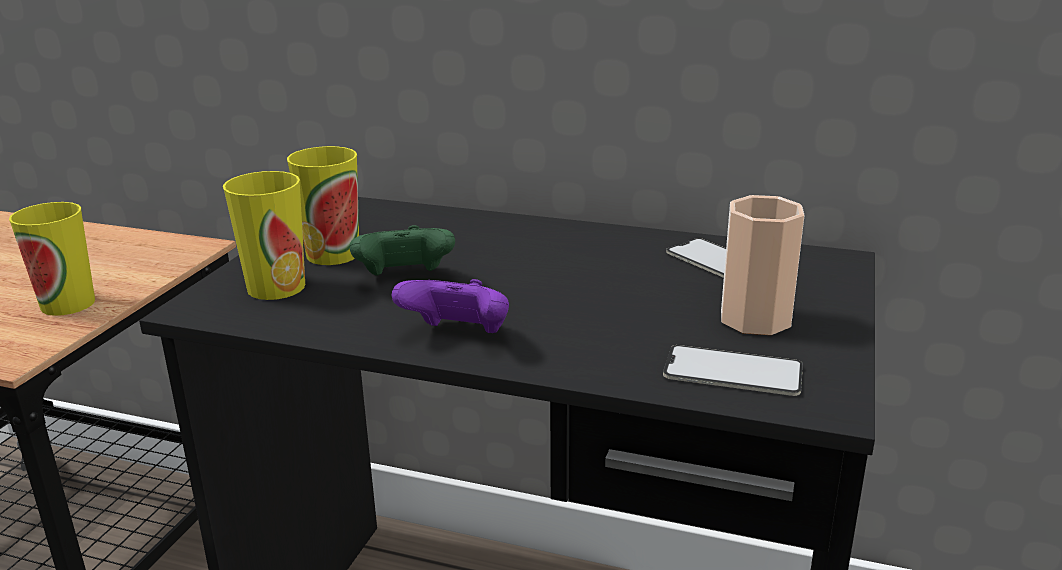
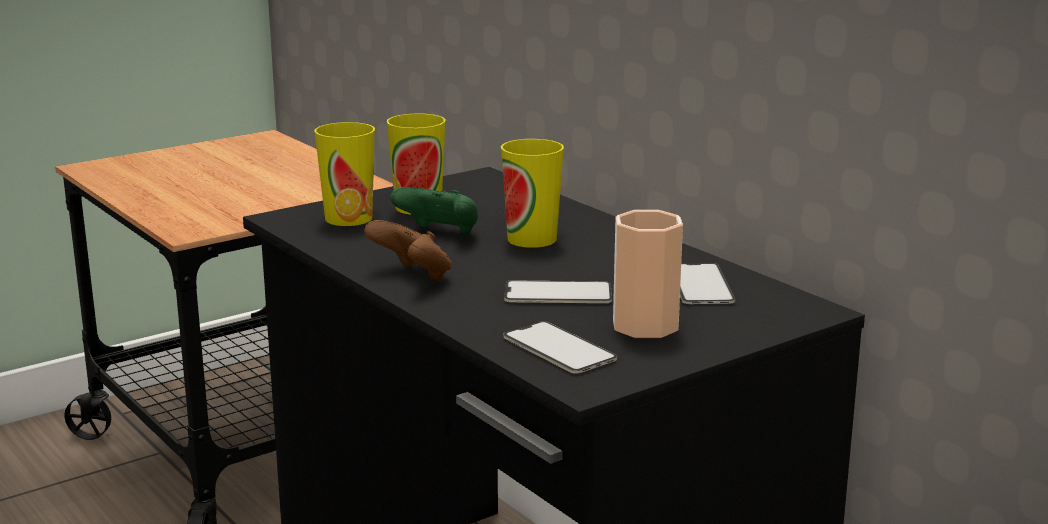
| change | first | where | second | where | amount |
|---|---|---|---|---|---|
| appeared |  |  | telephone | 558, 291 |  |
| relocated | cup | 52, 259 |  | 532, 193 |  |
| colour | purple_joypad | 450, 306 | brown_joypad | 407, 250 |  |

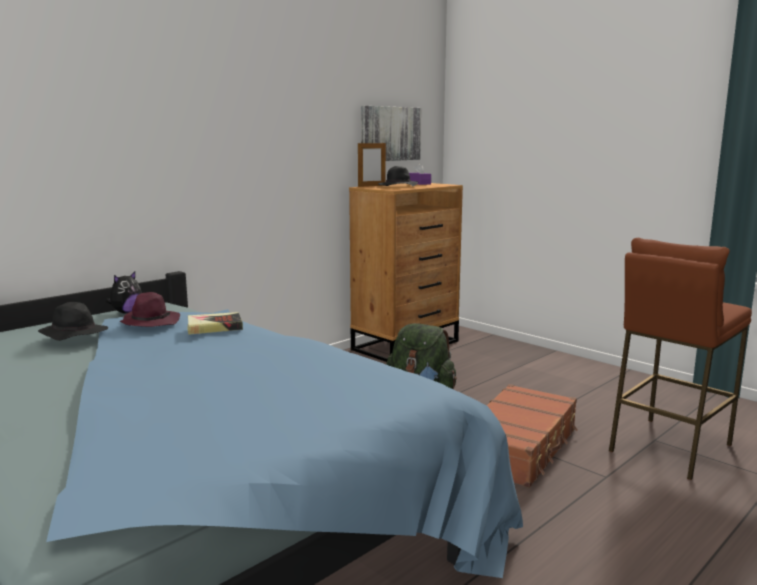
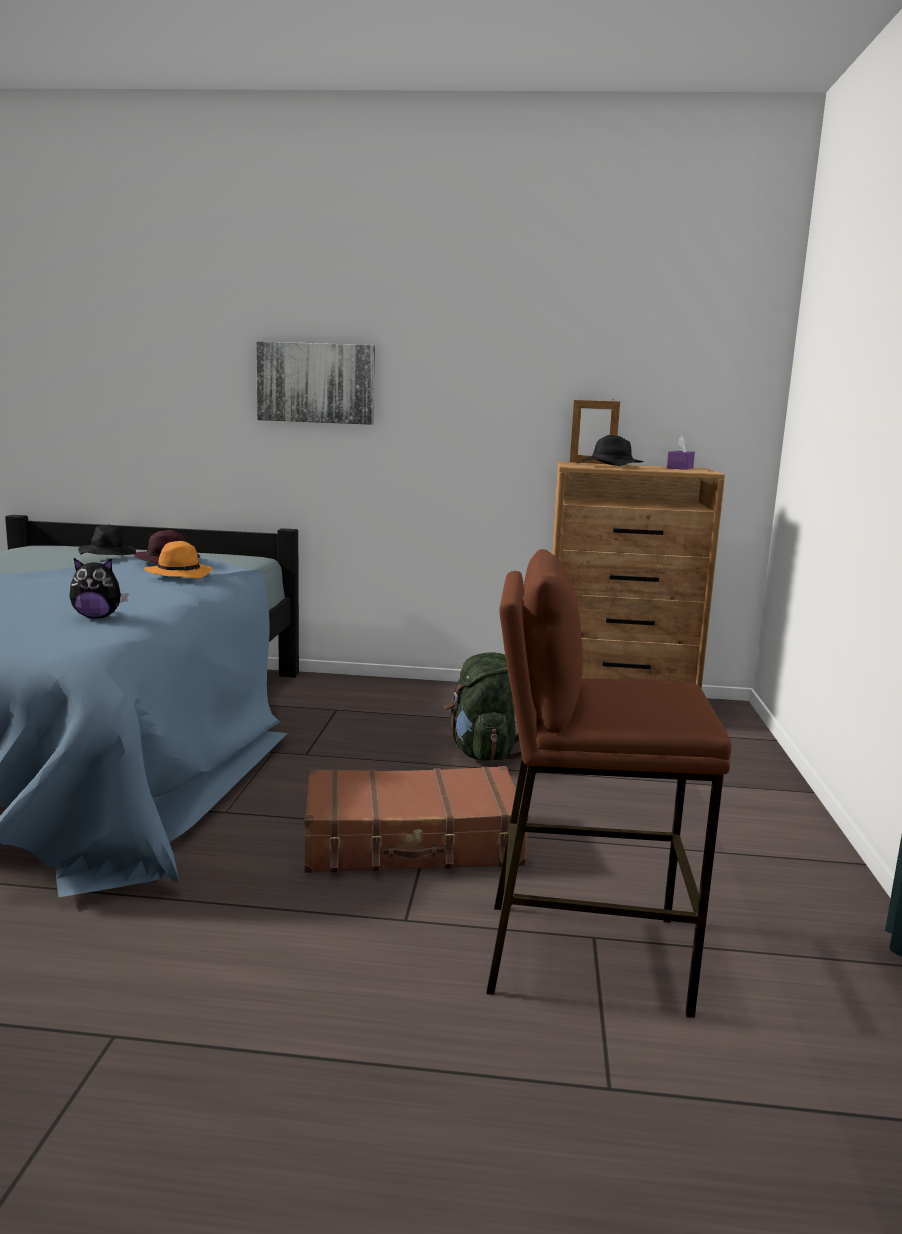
| change | first | where | second | where | amount |
|---|---|---|---|---|---|
| relocated | plush_toy | 124, 292 |  | 98, 588 |  |
| relocated | picture | 391, 133 |  | 315, 383 |  |
| exchanged | book | 215, 323 | orangey_clothing_hat | 178, 560 |  |

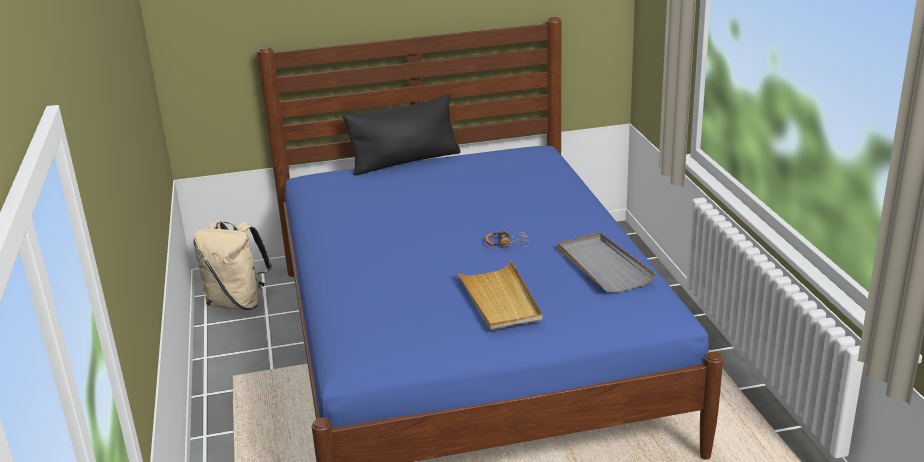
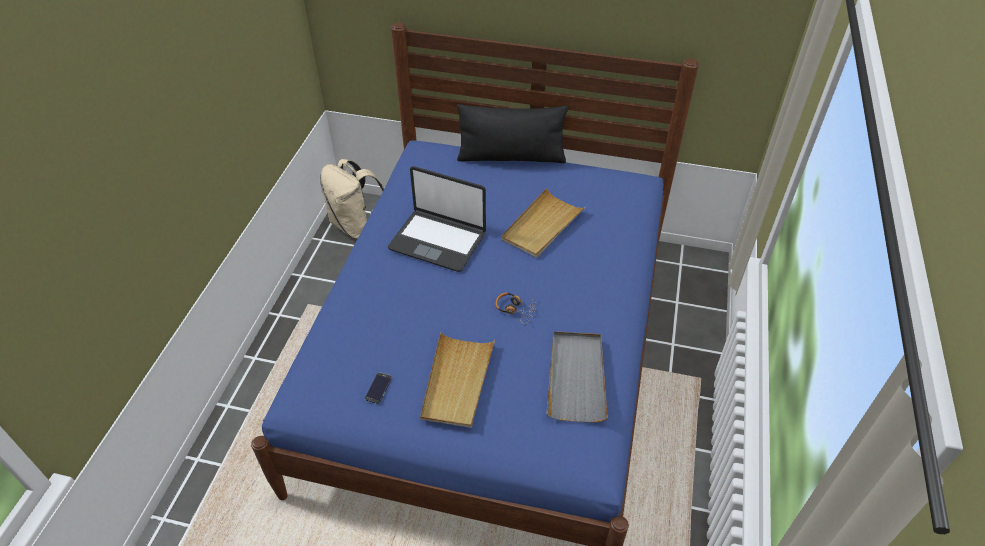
| change | first | where | second | where | amount |
|---|---|---|---|---|---|
| appeared |  |  | telephone | 378, 388 |  |
| appeared |  |  | portable_computer | 437, 219 |  |
| appeared |  |  | sand-coloured_serving_tray | 543, 223 |  |

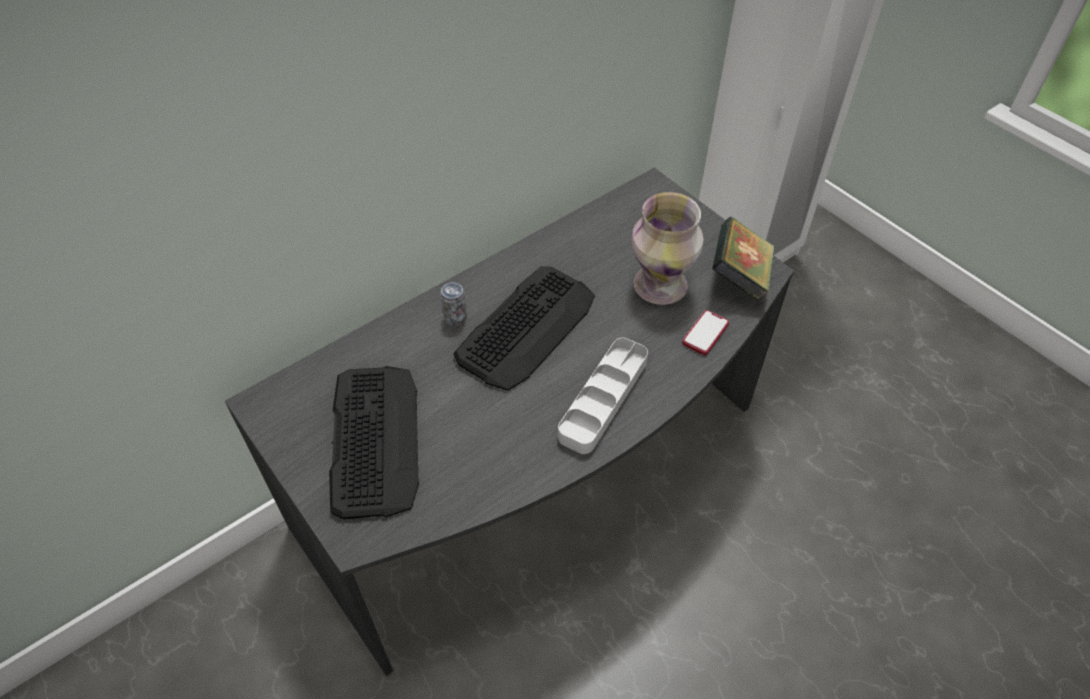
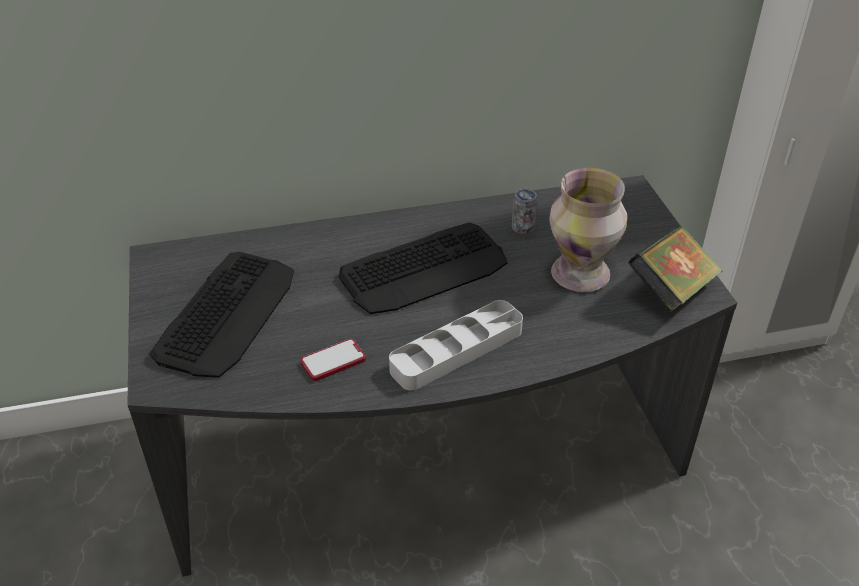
| change | first | where | second | where | amount |
|---|---|---|---|---|---|
| relocated | sealed_can | 454, 304 |  | 525, 211 |  |
| relocated | telephone | 705, 332 |  | 333, 360 |  |

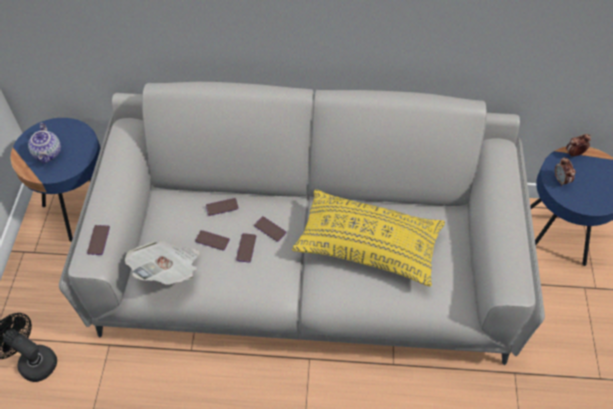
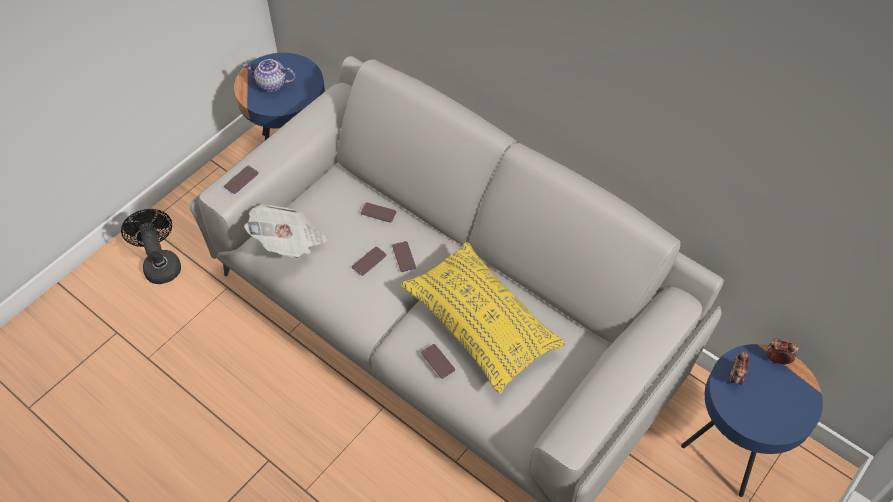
| change | first | where | second | where | amount |
|---|---|---|---|---|---|
| relocated | telephone | 212, 240 |  | 438, 361 |  |
| spun | teapot | 44, 143 |  | 269, 75 | 75 degrees clockwise |

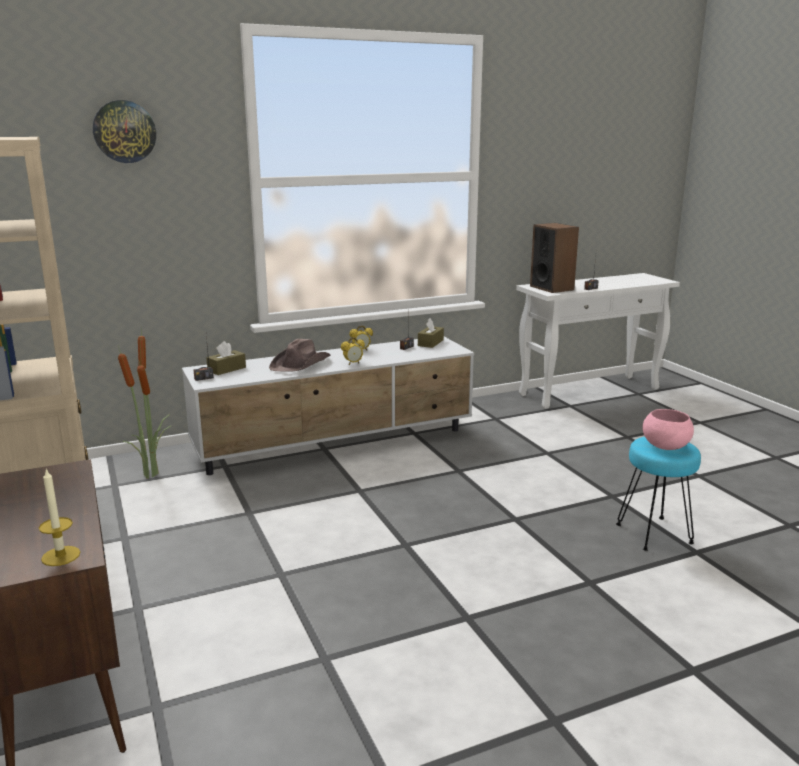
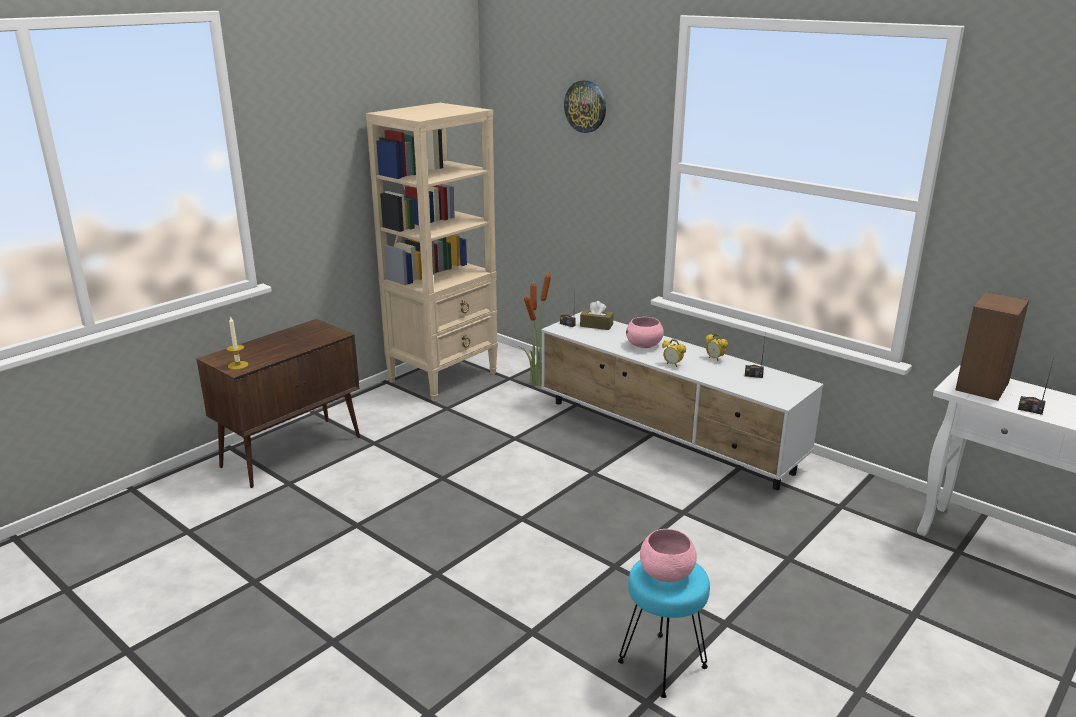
| change | first | where | second | where | amount |
|---|---|---|---|---|---|
| missing | brown_box_of_tissues | 431, 333 |  |  |  |
| exchanged | brown_clothing_hat | 299, 355 | pinkish_bowl | 645, 332 |  |

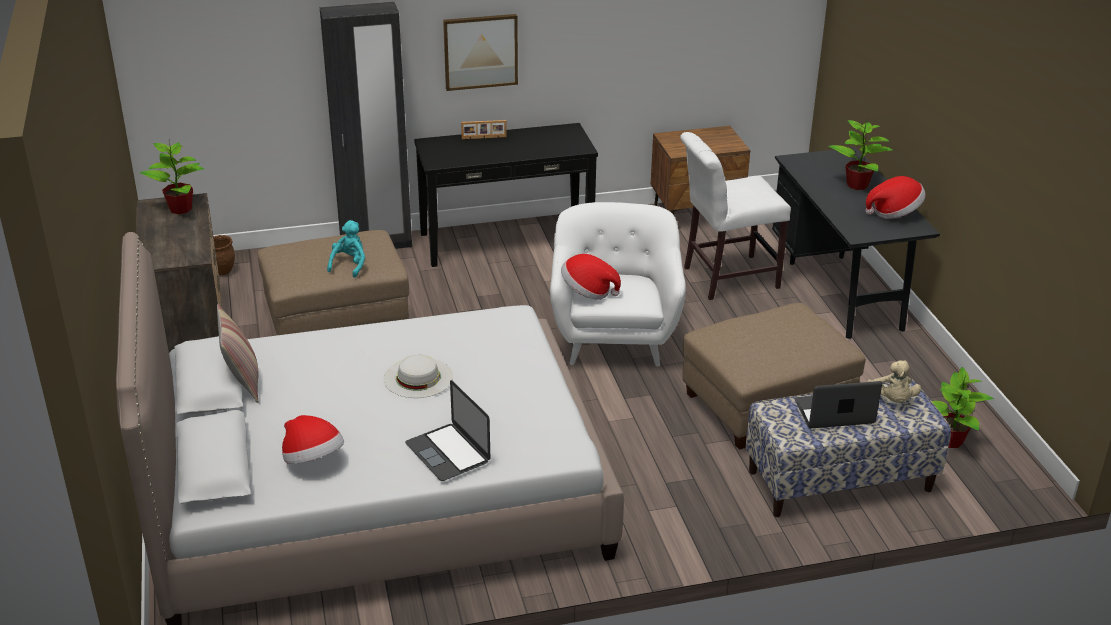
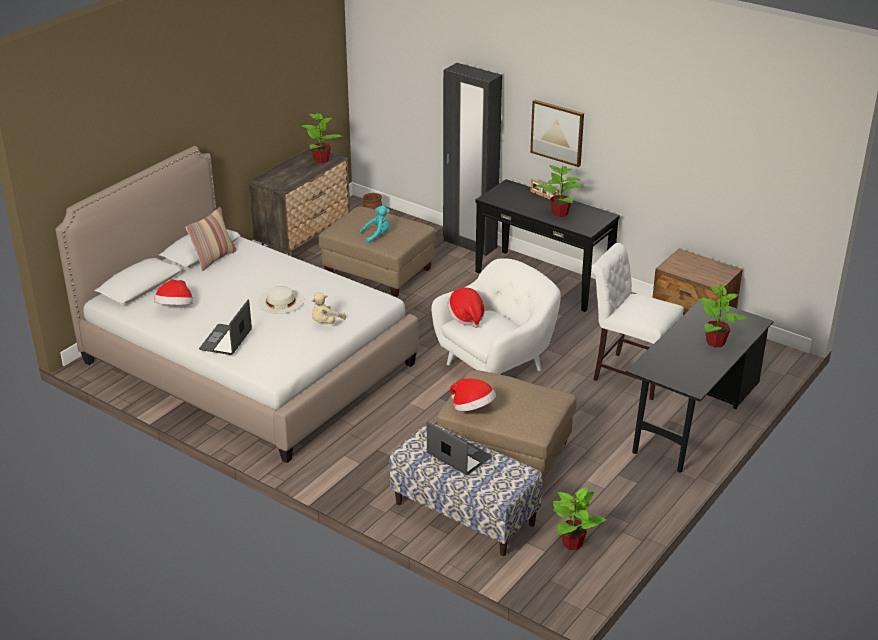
| change | first | where | second | where | amount |
|---|---|---|---|---|---|
| appeared |  |  | plant_in_a_pot | 560, 190 |  |
| relocated | clothing_hat | 895, 197 |  | 473, 395 |  |
| relocated | sand-coloured_plush_toy | 894, 381 |  | 328, 308 |  |

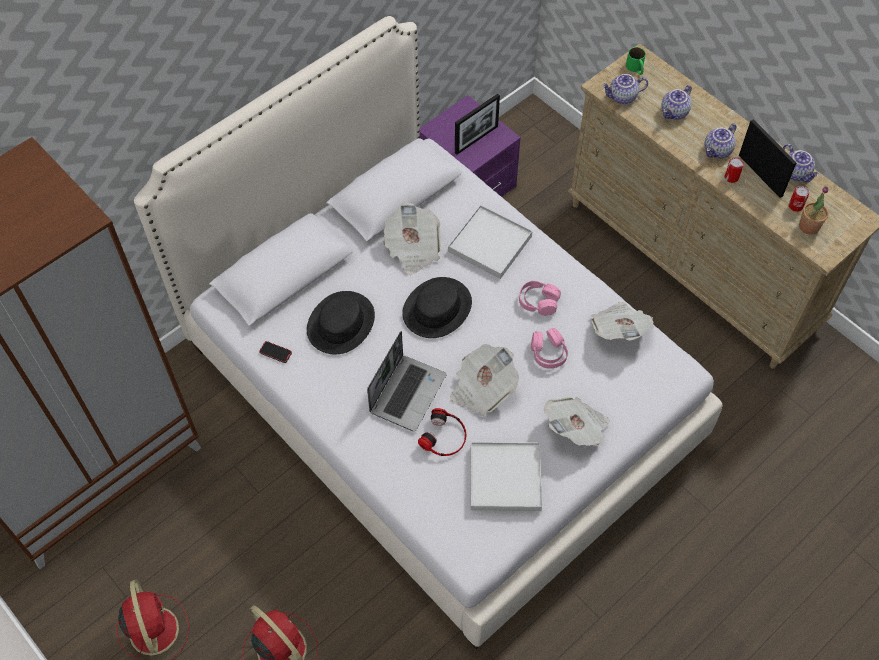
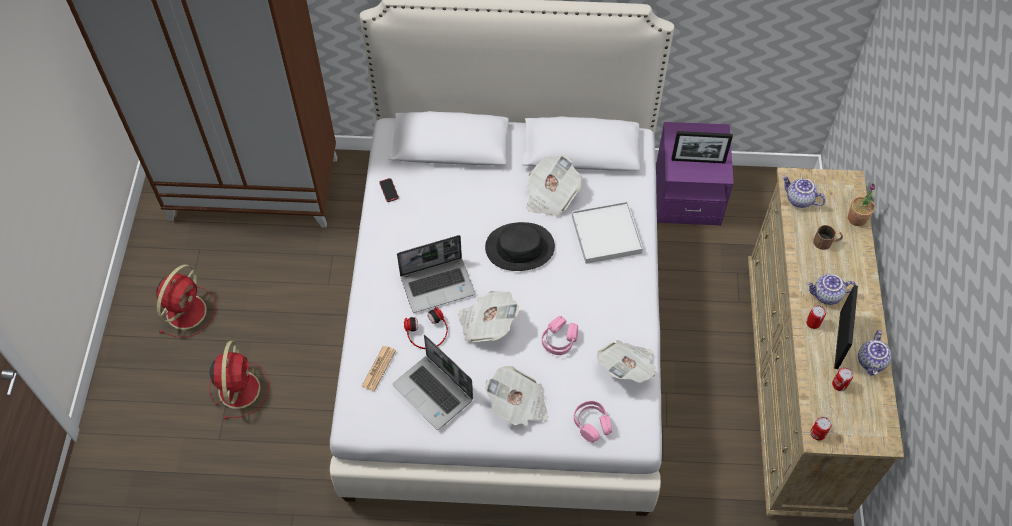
| change | first | where | second | where | amount |
|---|---|---|---|---|---|
| missing | blackish_clothing_hat | 341, 322 |  |  |  |
| missing | green-coloured_tea_mug | 636, 61 |  |  |  |
| appeared |  |  | newspaper | 379, 368 |  |
| appeared |  |  | sealed_can | 821, 429 |  |
| relocated | pinkish_headset | 540, 298 |  | 593, 421 |  |
| relocated | plant_in_a_pot | 813, 210 |  | 861, 205 |  |
| exchanged | white-coloured_serving_tray | 506, 476 | portable_computer | 432, 382 |  |
| exchanged | teapot | 676, 102 | brown_tea_mug | 828, 237 |  |

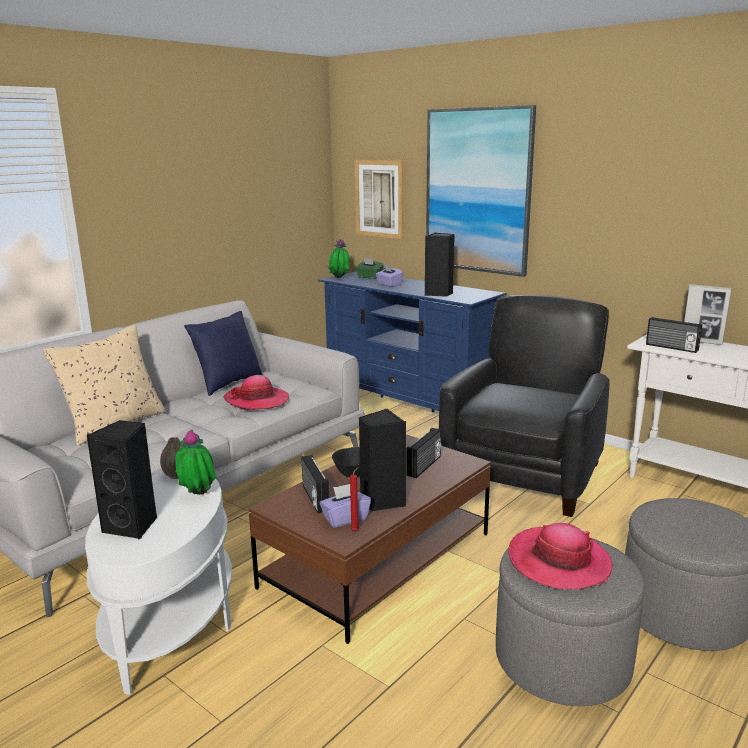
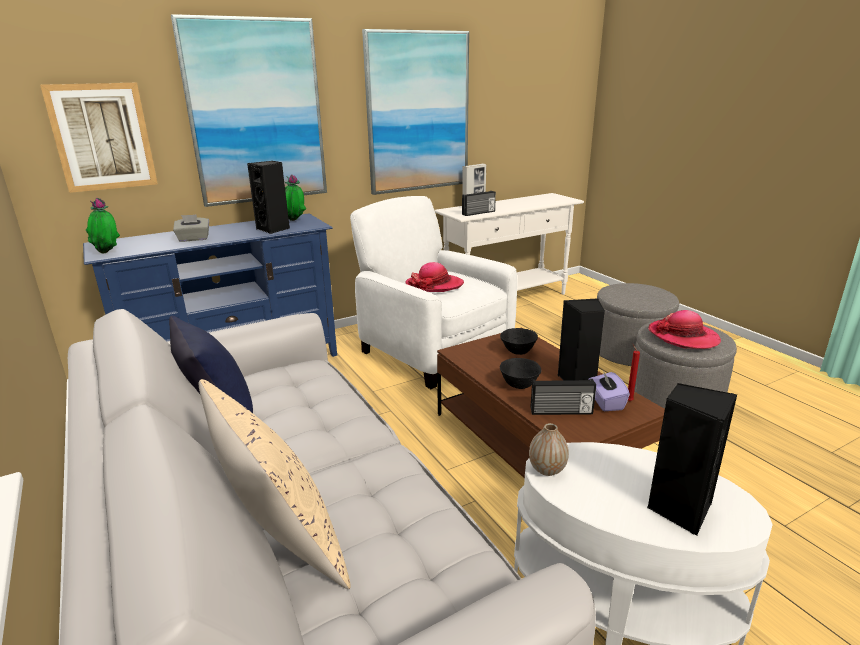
| change | first | where | second | where | amount |
|---|---|---|---|---|---|
| missing | green-coloured_box_of_tissues | 369, 268 |  |  |  |
| appeared |  |  | picture | 415, 112 |  |
| relocated | plant_in_a_pot | 196, 462 |  | 295, 197 |  |
| relocated | clothing_hat | 256, 392 |  | 434, 277 |  |
| exchanged | radio_receiver | 423, 453 | blackish_bowl | 519, 341 |  |
| colour | purple_box_of_tissues | 390, 275 | greyish_box_of_tissues | 191, 228 |  |
| colour | blackish_lounge_chair | 524, 406 | white-coloured_lounge_chair | 433, 292 |  |

